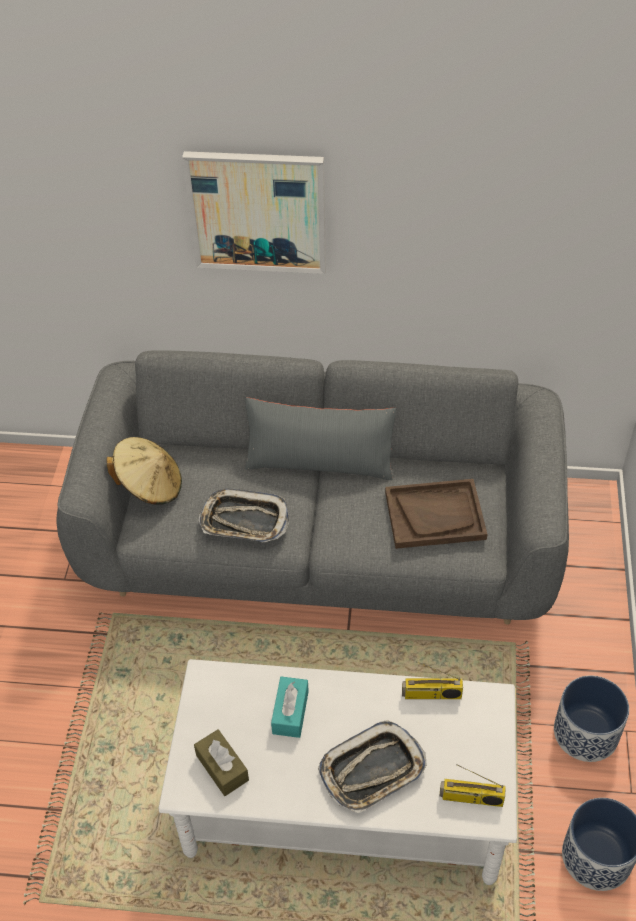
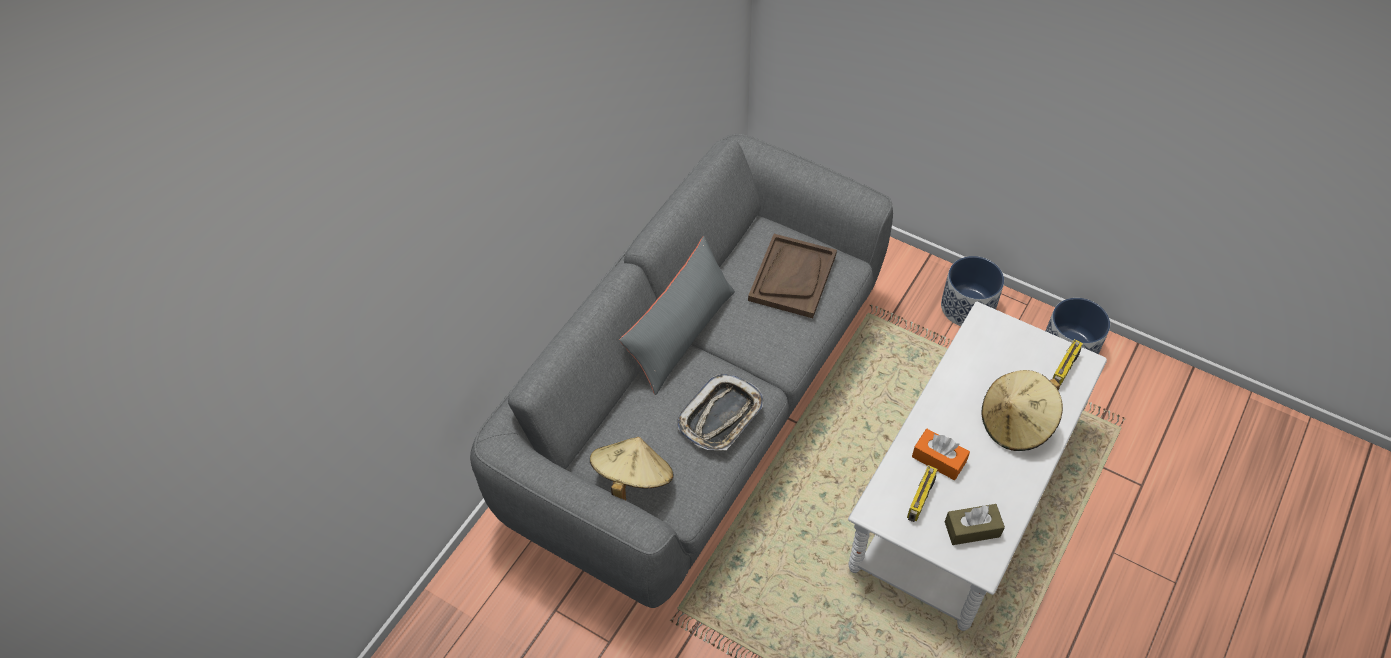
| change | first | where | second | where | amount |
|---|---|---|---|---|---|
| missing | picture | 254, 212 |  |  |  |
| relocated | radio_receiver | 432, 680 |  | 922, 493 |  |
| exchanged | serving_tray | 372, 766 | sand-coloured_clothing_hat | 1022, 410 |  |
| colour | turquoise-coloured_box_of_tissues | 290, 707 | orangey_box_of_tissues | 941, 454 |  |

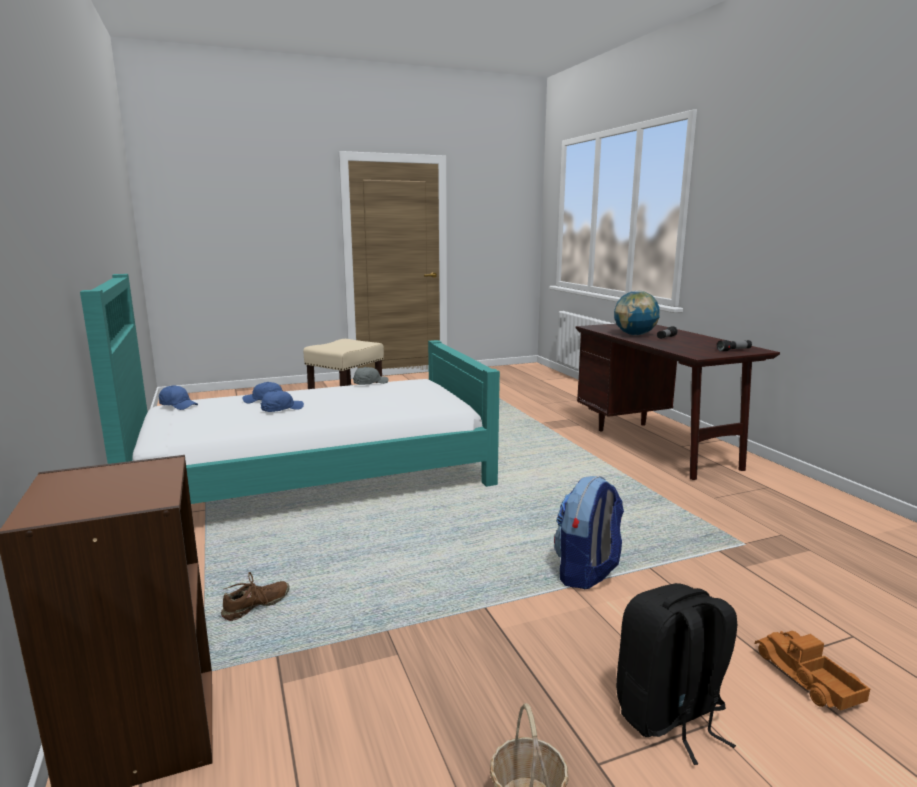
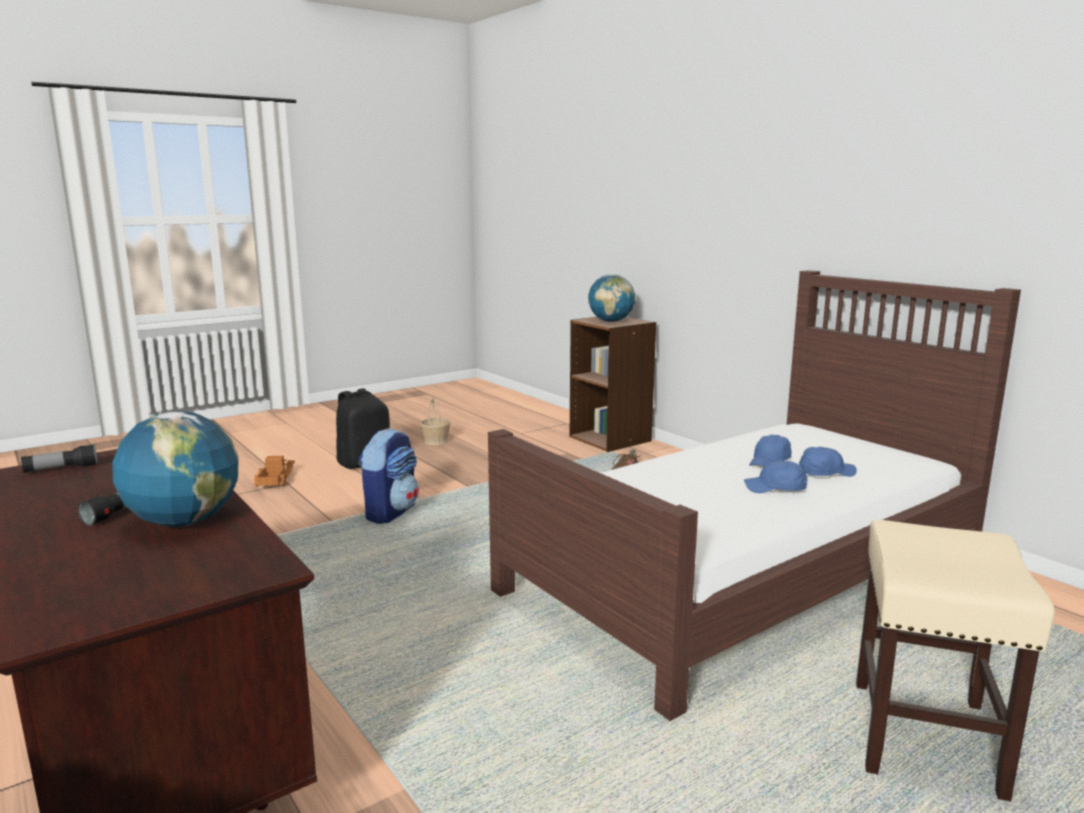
| change | first | where | second | where | amount |
|---|---|---|---|---|---|
| missing | greyish_baseball_cap | 371, 376 |  |  |  |
| appeared |  |  | globe | 611, 298 |  |
| relocated | bluish_baseball_cap | 178, 397 |  | 775, 477 |  |
| colour | turquoise-coloured_bed | 290, 389 | brown_bed | 754, 495 |  |
| spun | toy_truck | 812, 671 |  | 274, 471 | 150 degrees counterclockwise |

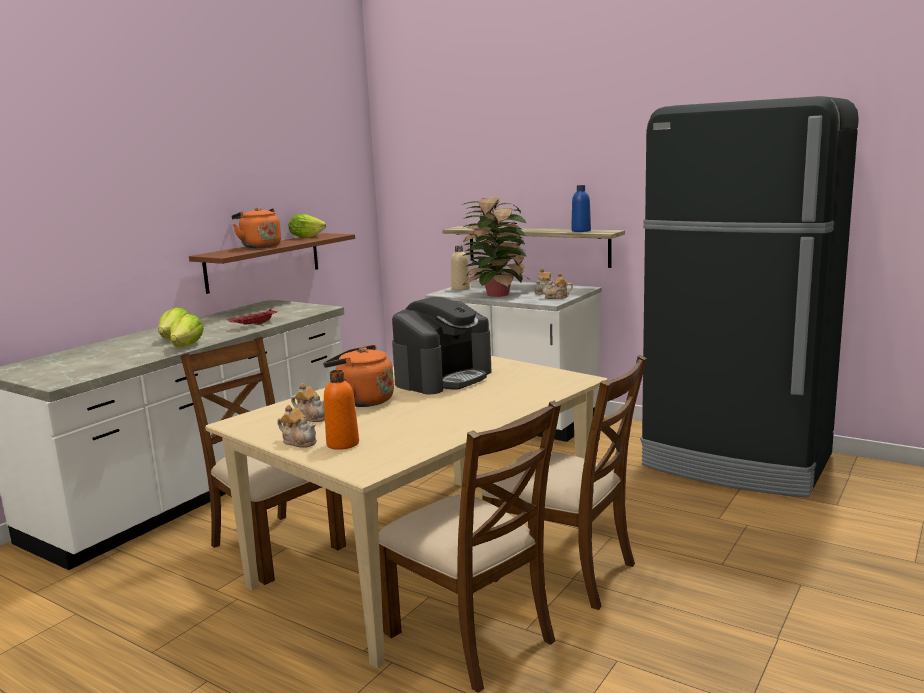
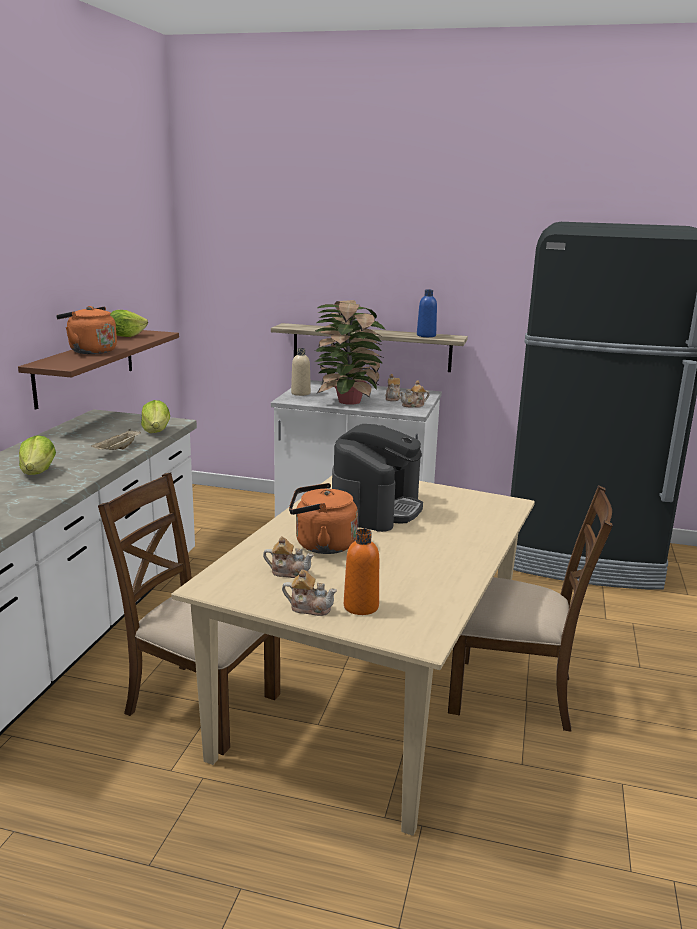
| change | first | where | second | where | amount |
|---|---|---|---|---|---|
| missing | brown_plain_chair | 470, 547 |  |  |  |
| relocated | lettuce_head | 187, 330 |  | 155, 416 |  |
| colour | red-coloured_serving_tray | 252, 317 | sand-coloured_serving_tray | 116, 439 |  |

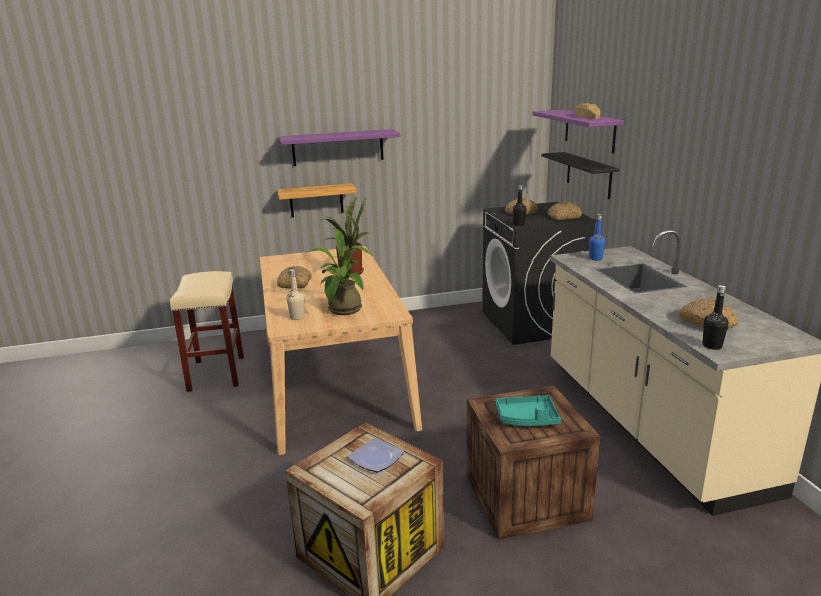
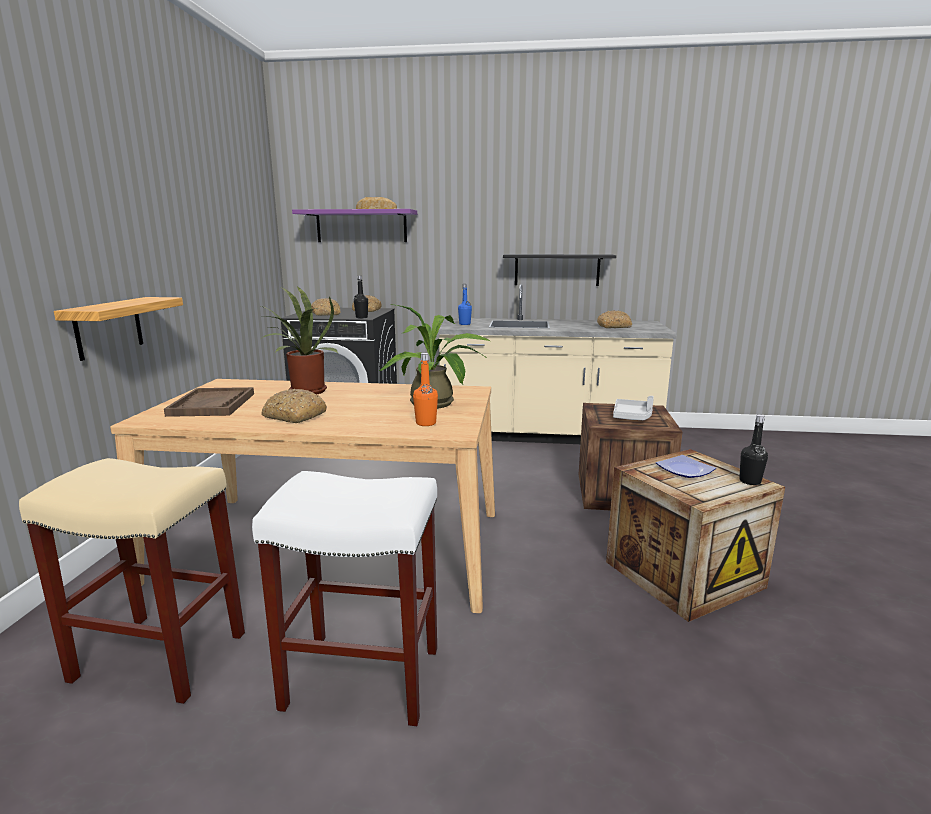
| change | first | where | second | where | amount |
|---|---|---|---|---|---|
| missing | purple_wall_shelf | 339, 147 |  |  |  |
| appeared |  |  | brown_serving_tray | 209, 402 |  |
| appeared |  |  | white-coloured_stool | 344, 598 |  |
| relocated | blackish_wall_shelf | 580, 175 |  | 559, 270 |  |
| relocated | blackish_drink_bottle | 716, 317 |  | 753, 450 |  |
| colour | sand-coloured_drink_bottle | 296, 294 | orangey_drink_bottle | 425, 389 |  |
| colour | turquoise-coloured_serving_tray | 528, 410 | greyish_serving_tray | 633, 408 |  |

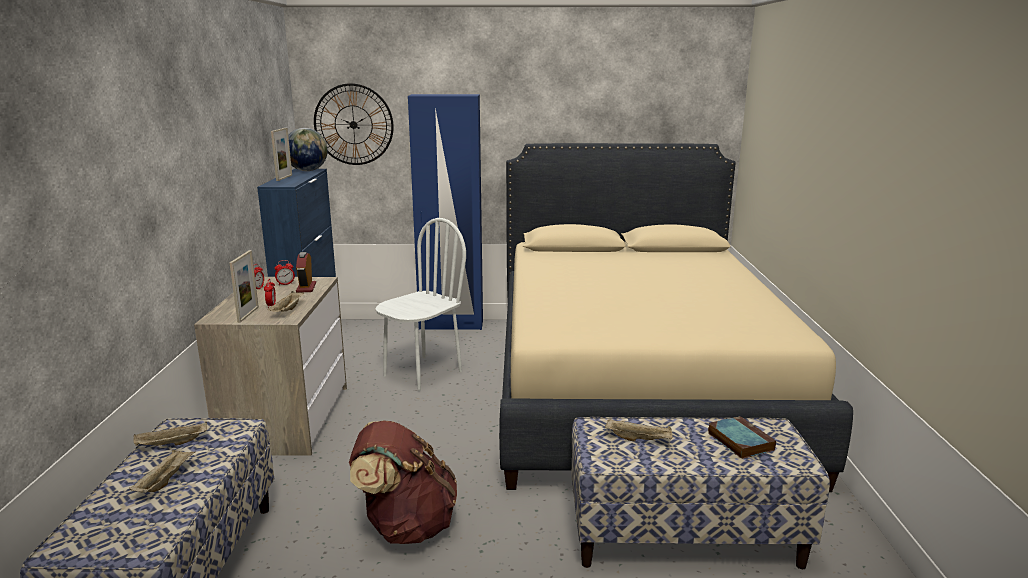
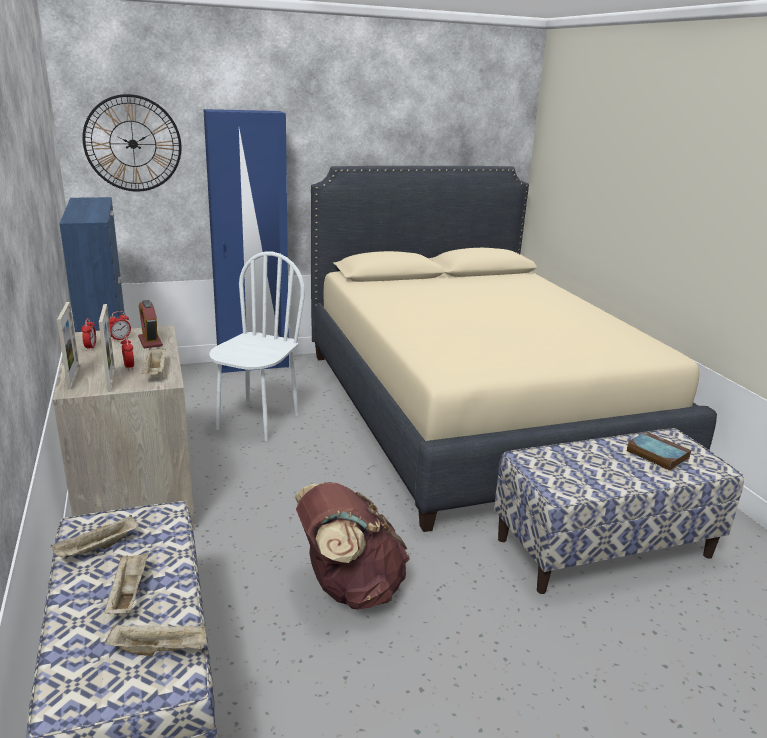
| change | first | where | second | where | amount |
|---|---|---|---|---|---|
| missing | globe | 308, 149 |  |  |  |
| relocated | standing_frame | 281, 154 |  | 68, 346 |  |
| relocated | sand-coloured_serving_tray | 639, 430 |  | 156, 640 |  |

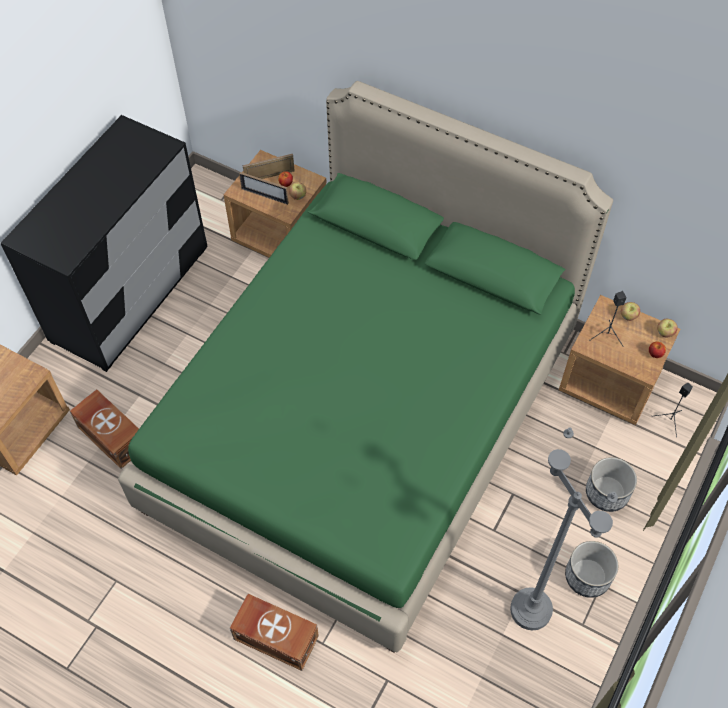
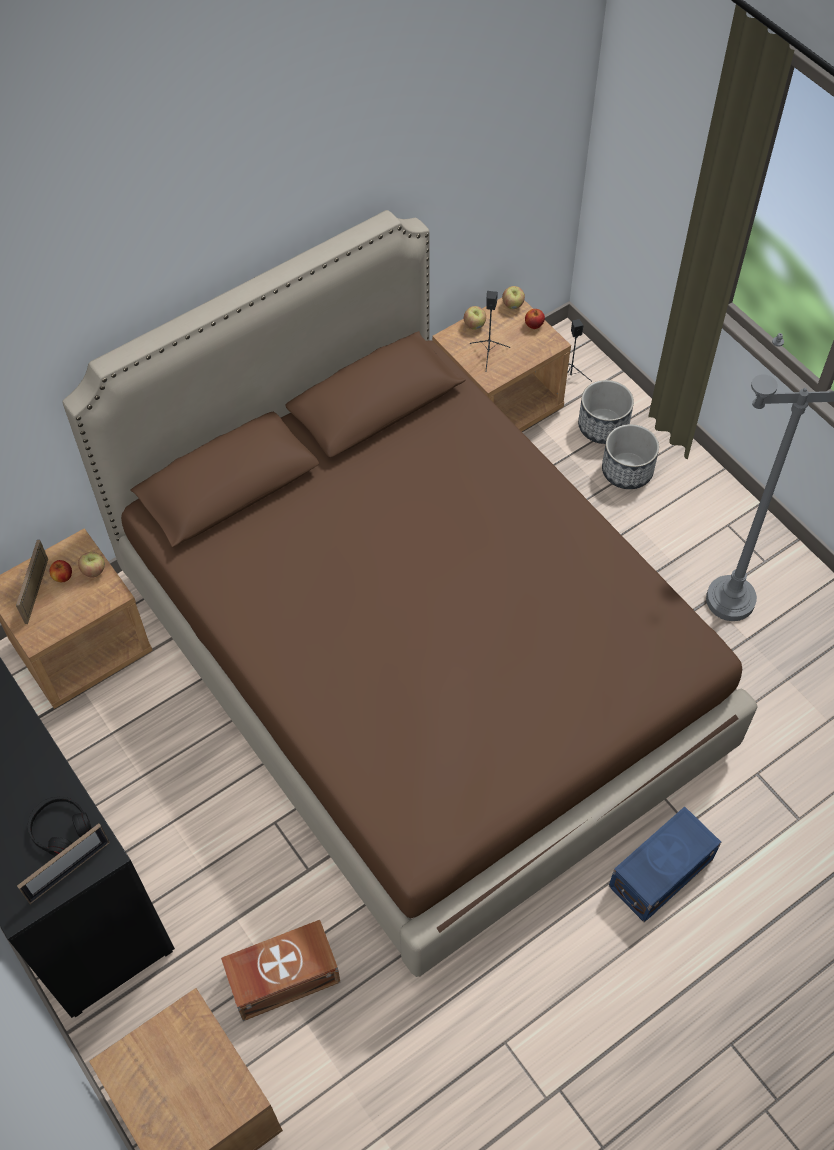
| change | first | where | second | where | amount |
|---|---|---|---|---|---|
| appeared |  |  | blackish_headset | 59, 826 |  |
| relocated | standing_frame | 264, 188 |  | 63, 863 |  |
| relocated | planter | 591, 569 |  | 606, 412 |  |
| colour | green-coloured_bed | 365, 367 | brown_bed | 410, 593 |  |
| colour | brown_storage_box | 274, 632 | bluish_storage_box | 665, 864 |  |

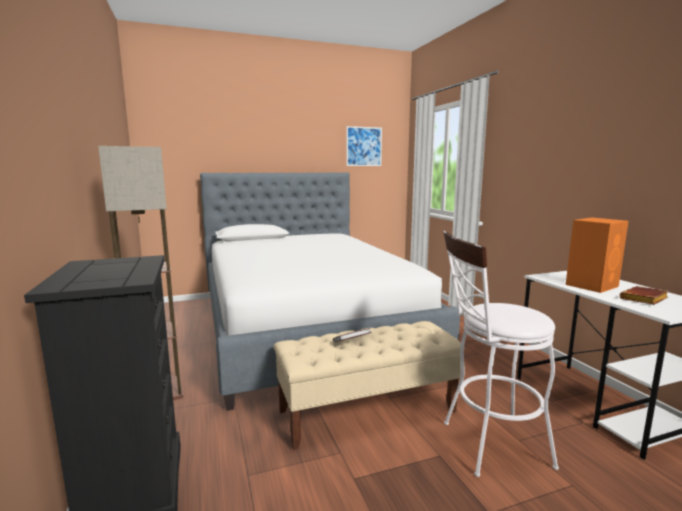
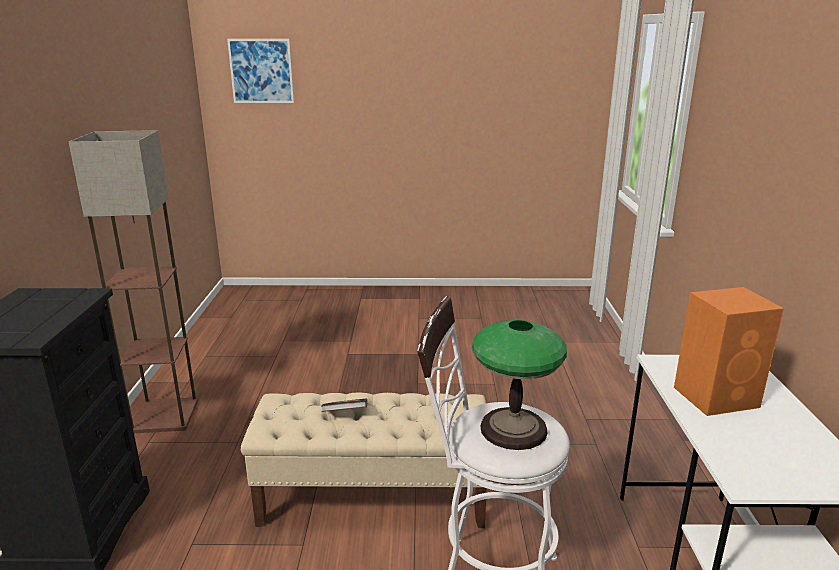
| change | first | where | second | where | amount |
|---|---|---|---|---|---|
| missing | bed | 330, 291 |  |  |  |
| missing | brown_book | 644, 295 |  |  |  |
| appeared |  |  | tabletop_lamp | 519, 385 |  |
| relocated | picture | 364, 146 |  | 260, 71 |  |

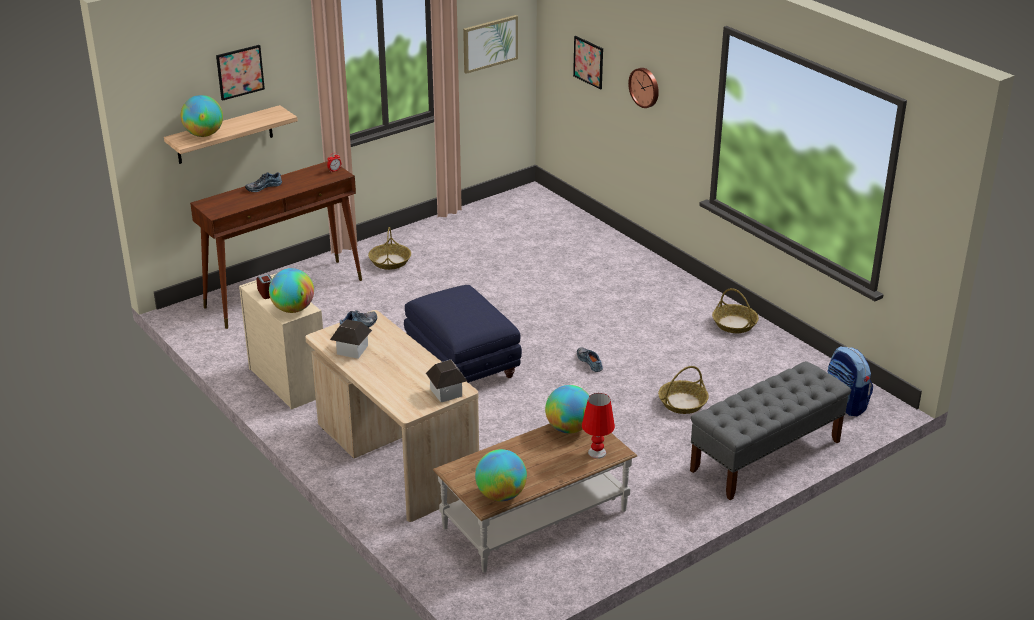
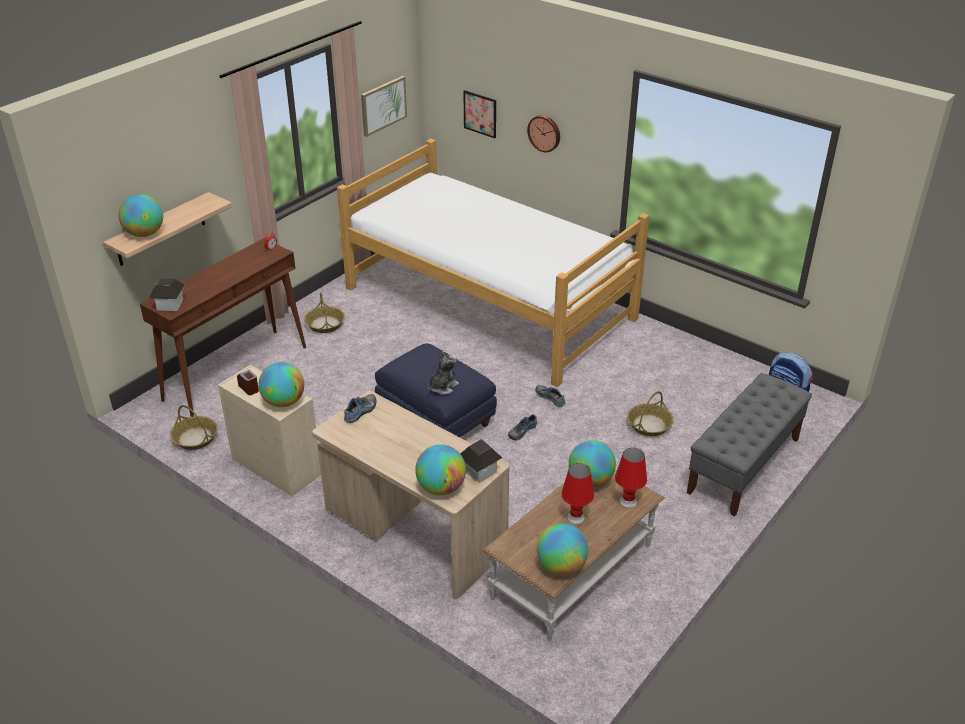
| change | first | where | second | where | amount |
|---|---|---|---|---|---|
| missing | picture | 240, 73 |  |  |  |
| appeared |  |  | bed | 493, 262 |  |
| appeared |  |  | globe | 440, 470 |  |
| appeared |  |  | plush_toy | 443, 373 |  |
| appeared |  |  | red-coloured_tabletop_lamp | 577, 494 |  |
| relocated | shoe | 263, 182 |  | 522, 427 |  |
| relocated | miniature_house | 351, 339 |  | 167, 294 |  |
| relocated | basket | 735, 310 |  | 194, 427 |  |

